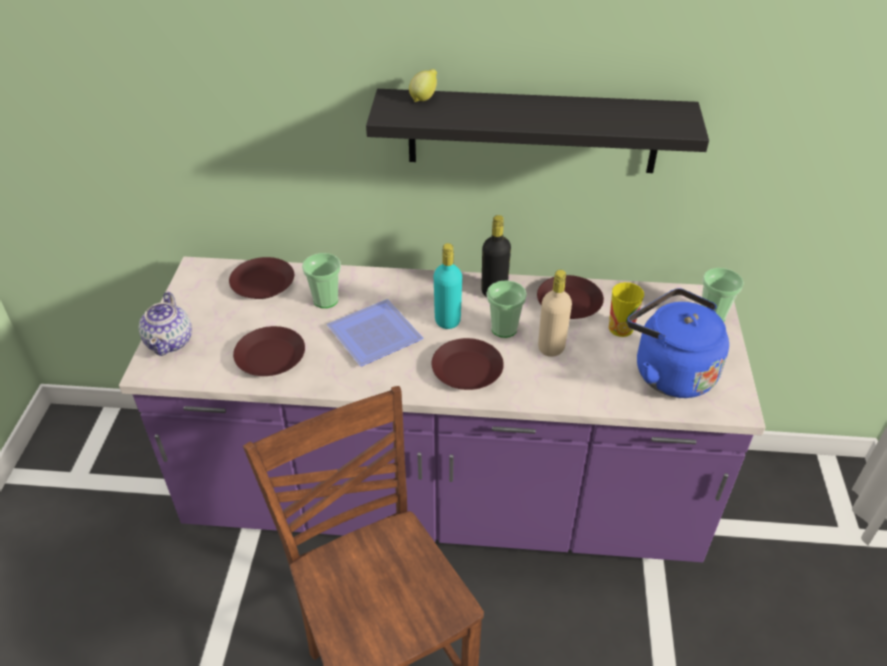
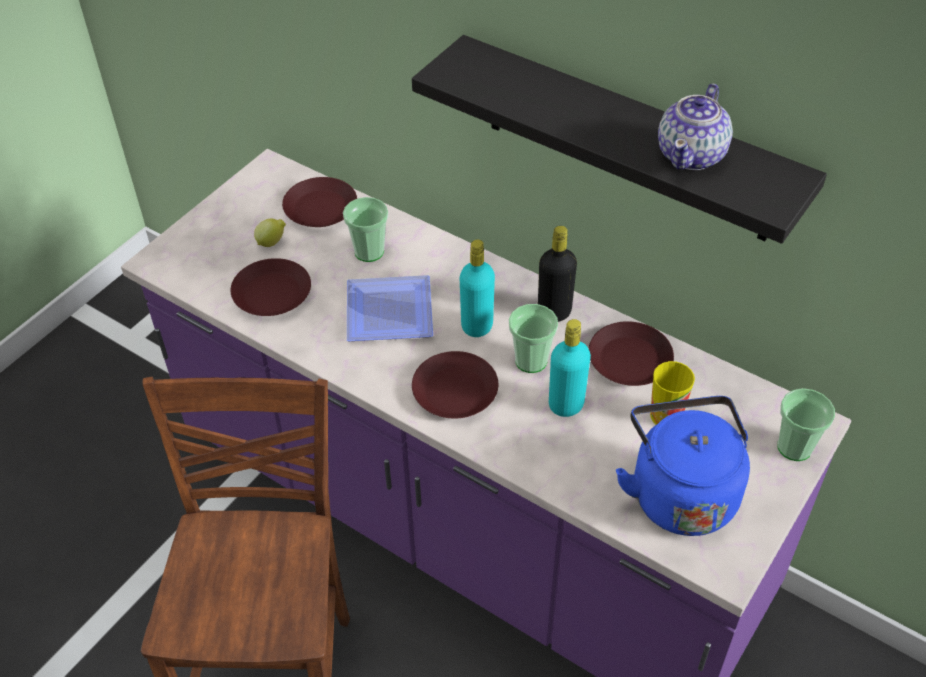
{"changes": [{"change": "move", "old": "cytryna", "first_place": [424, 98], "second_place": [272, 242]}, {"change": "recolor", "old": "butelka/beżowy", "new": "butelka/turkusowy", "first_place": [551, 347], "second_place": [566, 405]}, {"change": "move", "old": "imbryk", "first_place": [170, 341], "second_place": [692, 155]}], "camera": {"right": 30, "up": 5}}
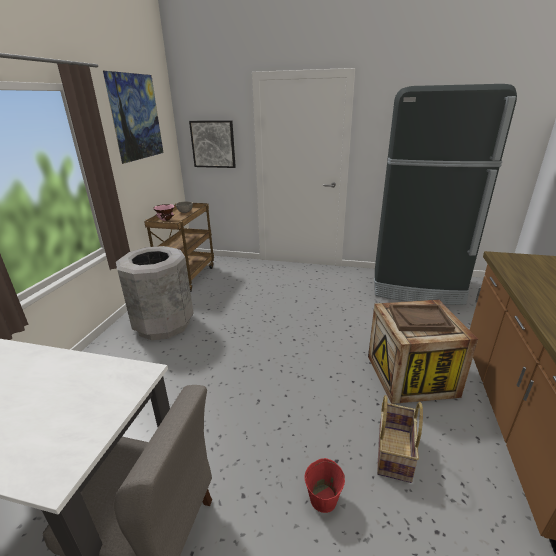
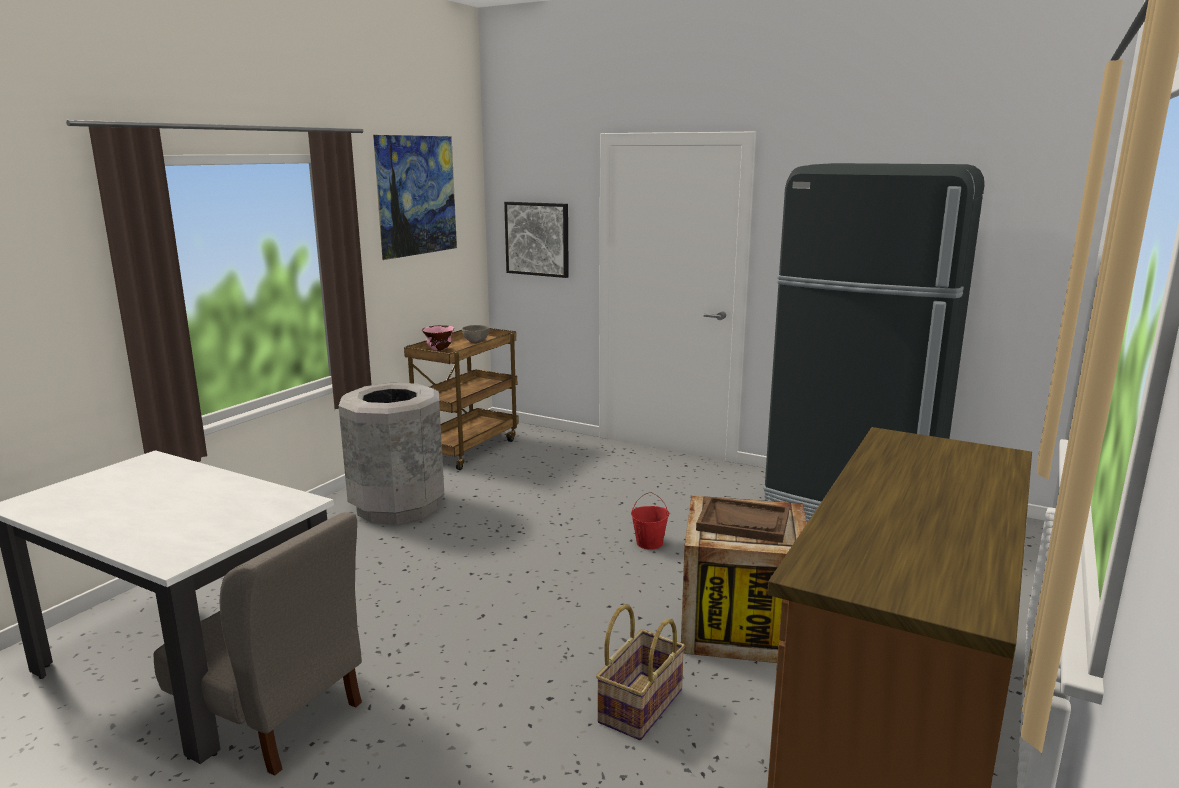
{"changes": [{"change": "move", "old": "wiadro/czerwony", "first_place": [323, 498], "second_place": [649, 543]}], "camera": {"right": 15, "up": -10}}
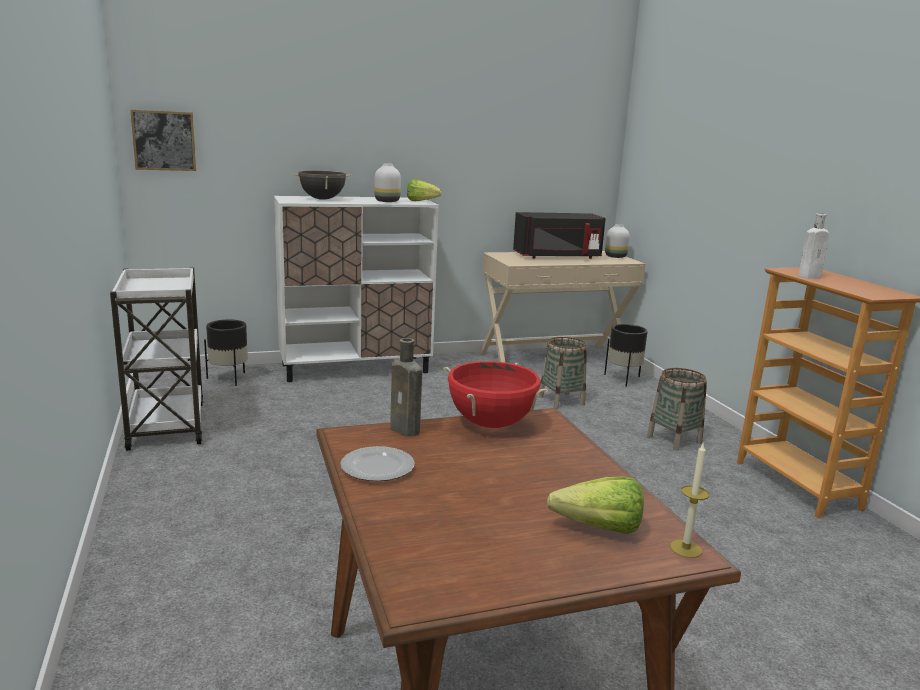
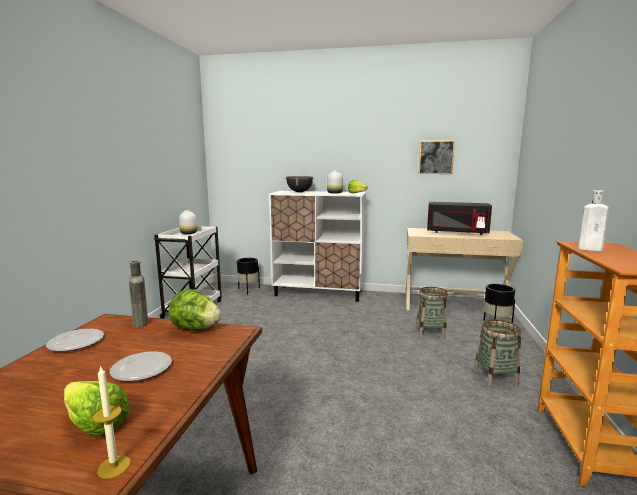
{"changes": [{"change": "move", "old": "obraz", "first_place": [164, 140], "second_place": [436, 157]}, {"change": "move", "old": "wazon/biały", "first_place": [615, 256], "second_place": [189, 233]}, {"change": "replace", "old": "garnek/czerwony", "new": "sałata", "first_place": [491, 424], "second_place": [195, 329]}, {"change": "insert", "new": "talerz", "second_place": [142, 369]}], "camera": {"right": 30, "up": -5}}
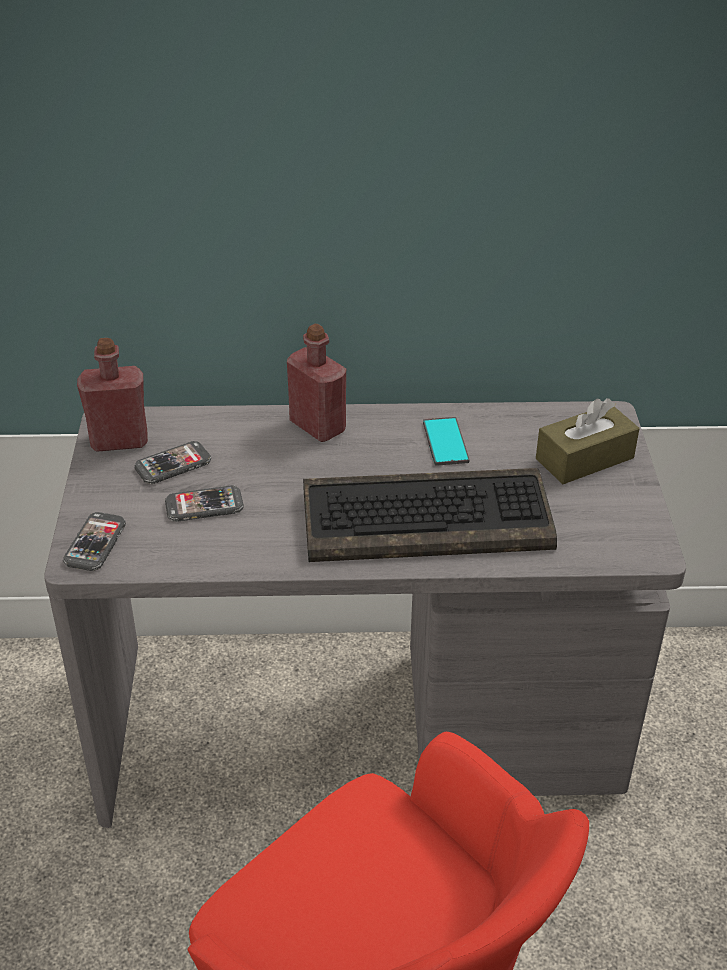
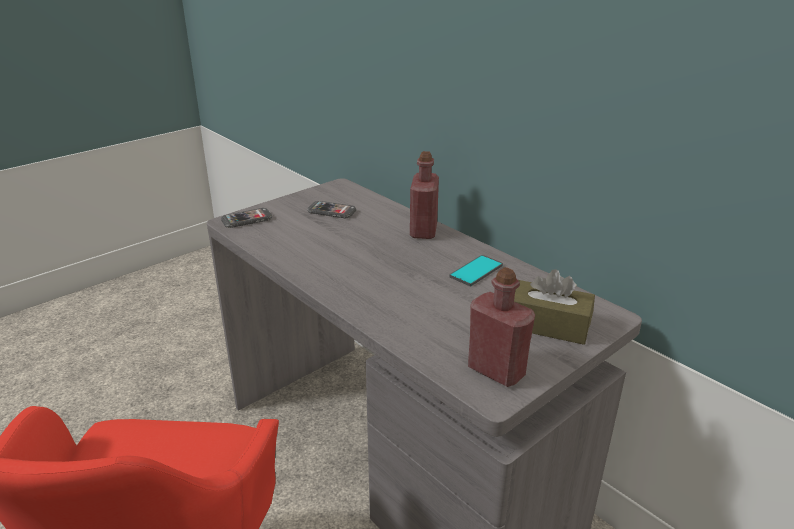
{"changes": [{"change": "move", "old": "butelka/czerwony", "first_place": [119, 441], "second_place": [496, 371]}, {"change": "delete", "old": "klawiatura", "first_place": [428, 518]}, {"change": "delete", "old": "telefon", "first_place": [204, 506]}], "camera": {"right": 50, "up": -10}}
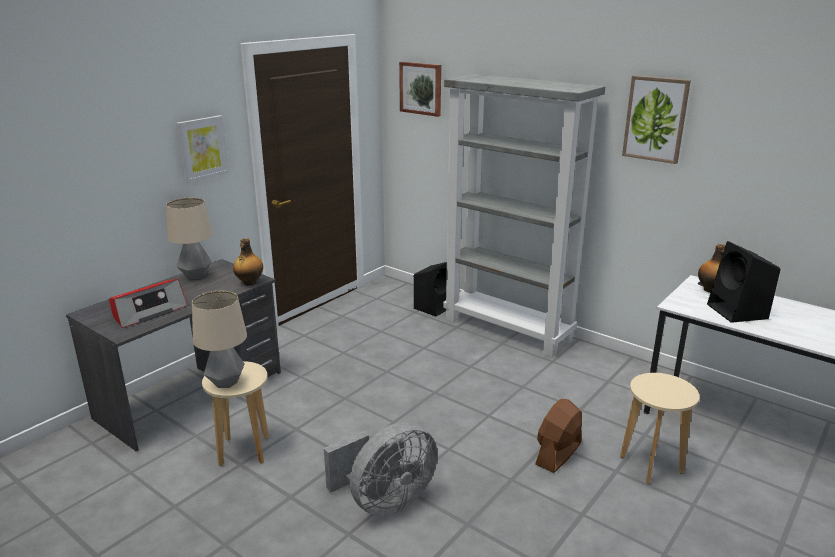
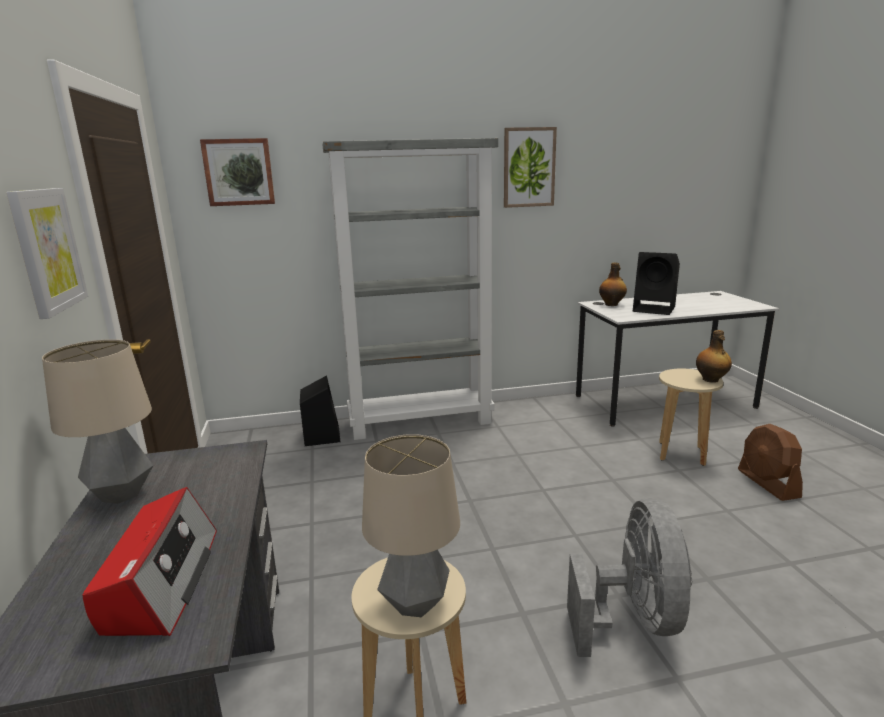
{"changes": [{"change": "move", "old": "butelka", "first_place": [249, 282], "second_place": [711, 380]}, {"change": "move", "old": "wentylator/brązowy", "first_place": [558, 454], "second_place": [768, 483]}], "camera": {"right": -50, "up": -5}}
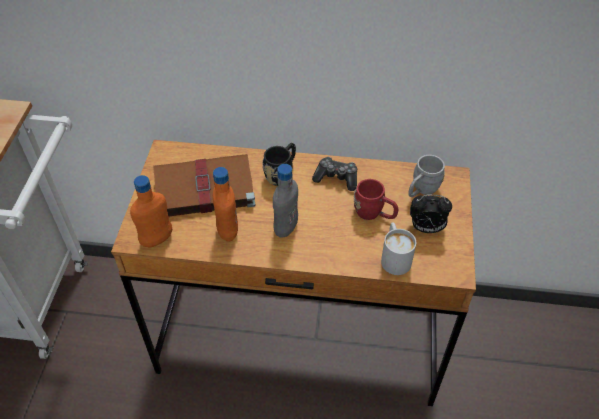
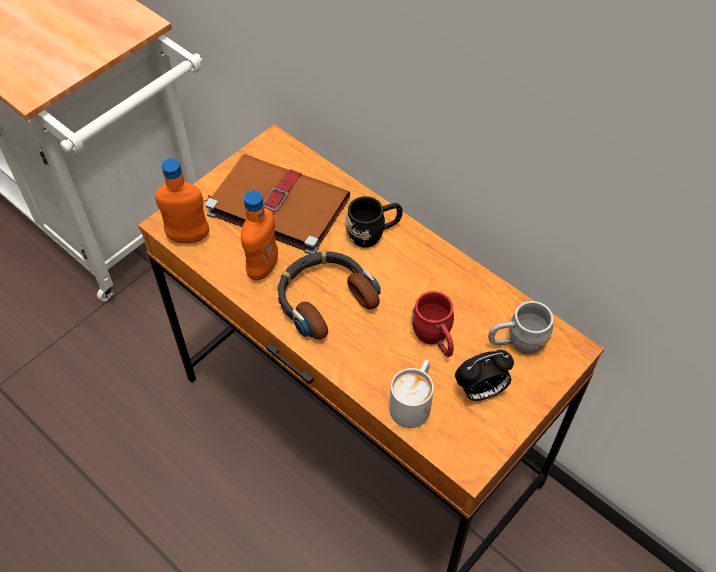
{"changes": [{"change": "delete", "old": "pad do gier", "first_place": [336, 178]}, {"change": "replace", "old": "butelka/szary", "new": "słuchawki", "first_place": [286, 228], "second_place": [325, 298]}, {"change": "rotate", "old": "budzik", "first_place": [426, 228], "second_place": [480, 391], "degrees": -60}], "camera": {"right": 35, "up": 5}}
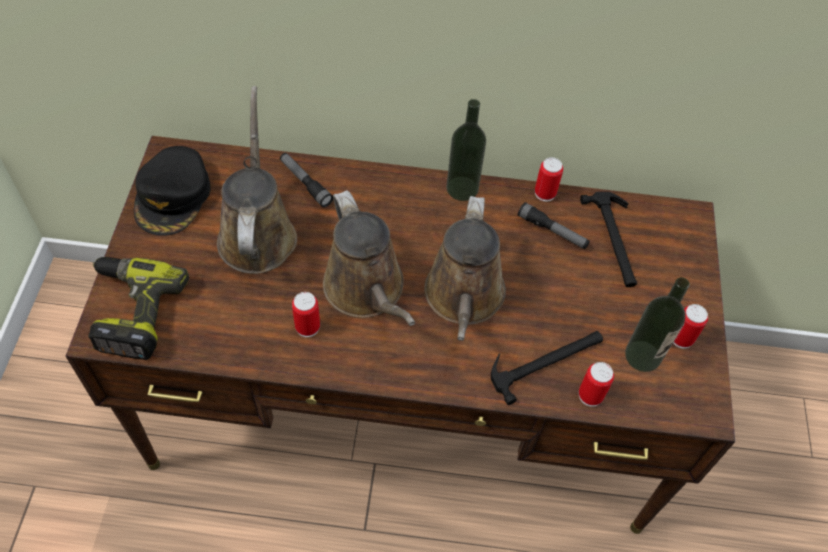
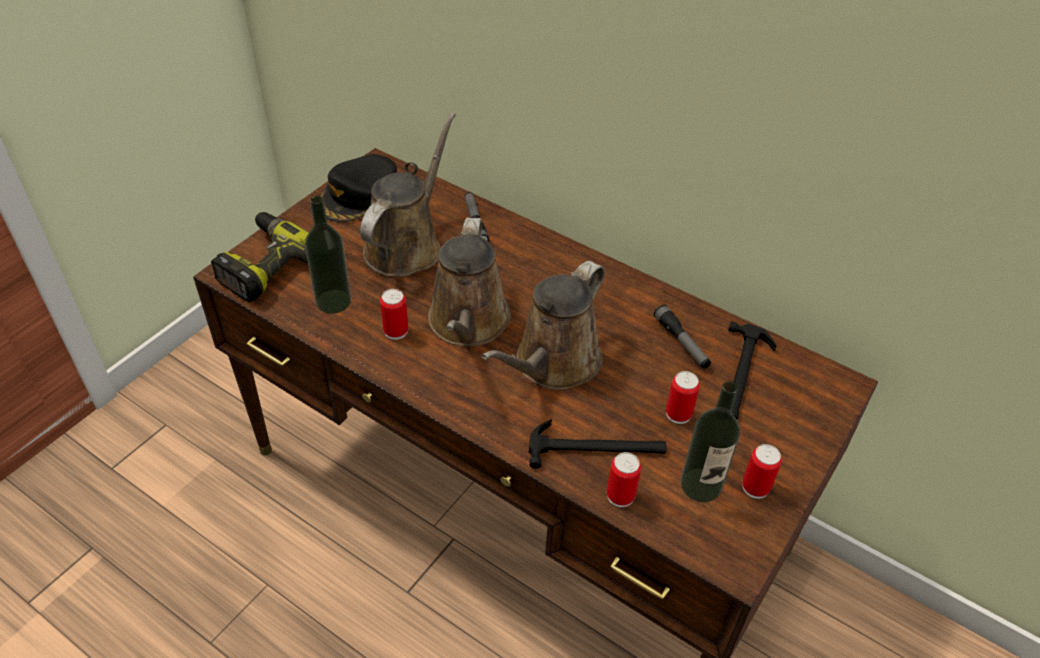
{"changes": [{"change": "move", "old": "butelka", "first_place": [462, 188], "second_place": [333, 301]}, {"change": "move", "old": "puszka", "first_place": [545, 193], "second_place": [678, 414]}], "camera": {"right": 30, "up": -10}}
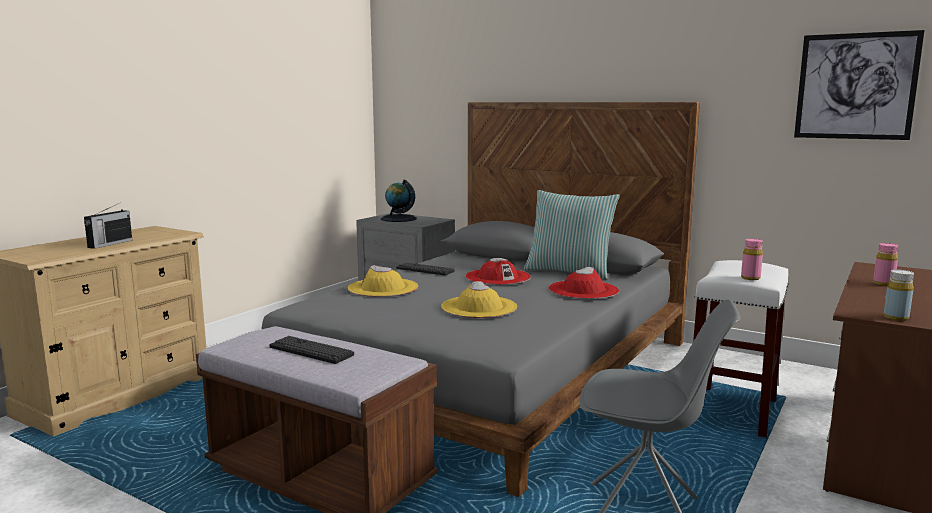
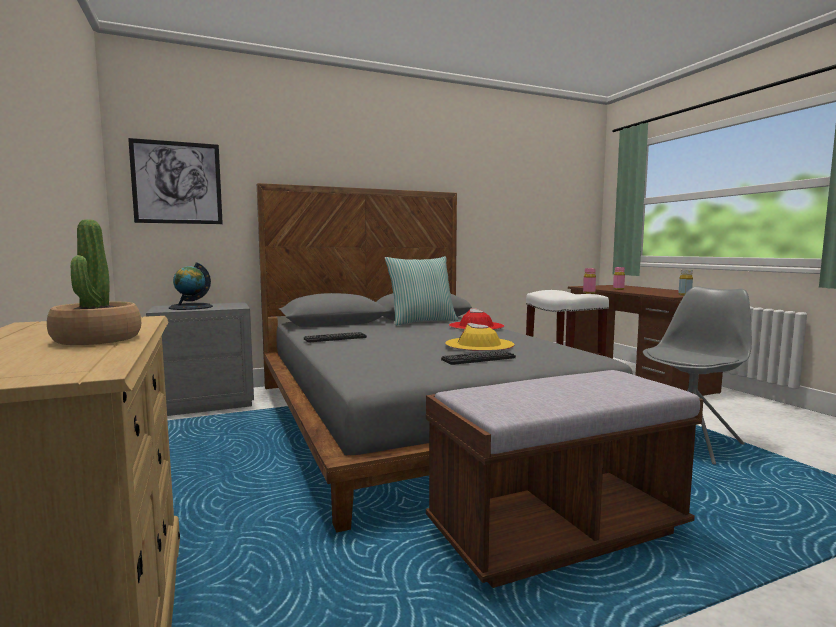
{"changes": [{"change": "move", "old": "obraz", "first_place": [855, 86], "second_place": [177, 183]}, {"change": "replace", "old": "radio", "new": "roślina doniczkowa", "first_place": [109, 244], "second_place": [97, 339]}, {"change": "delete", "old": "kapelusz/czerwony", "first_place": [498, 277]}, {"change": "delete", "old": "kapelusz/żółty", "first_place": [383, 288]}, {"change": "move", "old": "klawiatura", "first_place": [311, 351], "second_place": [478, 359]}], "camera": {"right": -55, "up": -5}}
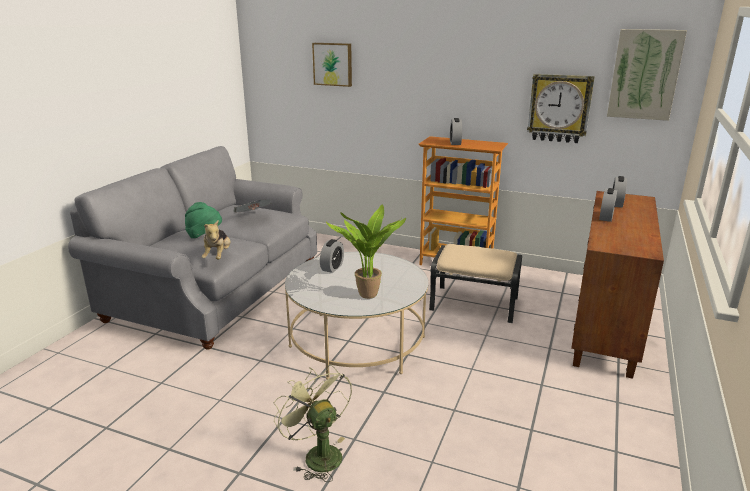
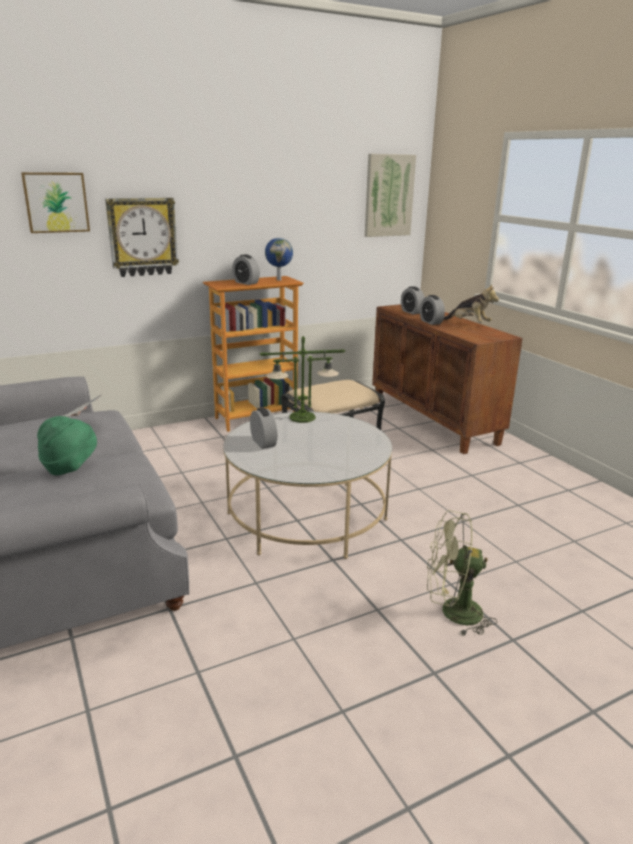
{"changes": [{"change": "move", "old": "zegar ścienny", "first_place": [559, 108], "second_place": [142, 237]}, {"change": "delete", "old": "roślina doniczkowa", "first_place": [370, 296]}, {"change": "move", "old": "pluszak", "first_place": [218, 256], "second_place": [469, 324]}, {"change": "insert", "new": "globus", "second_place": [279, 279]}, {"change": "insert", "new": "lampa stołowa", "second_place": [301, 417]}], "camera": {"right": -50, "up": 0}}
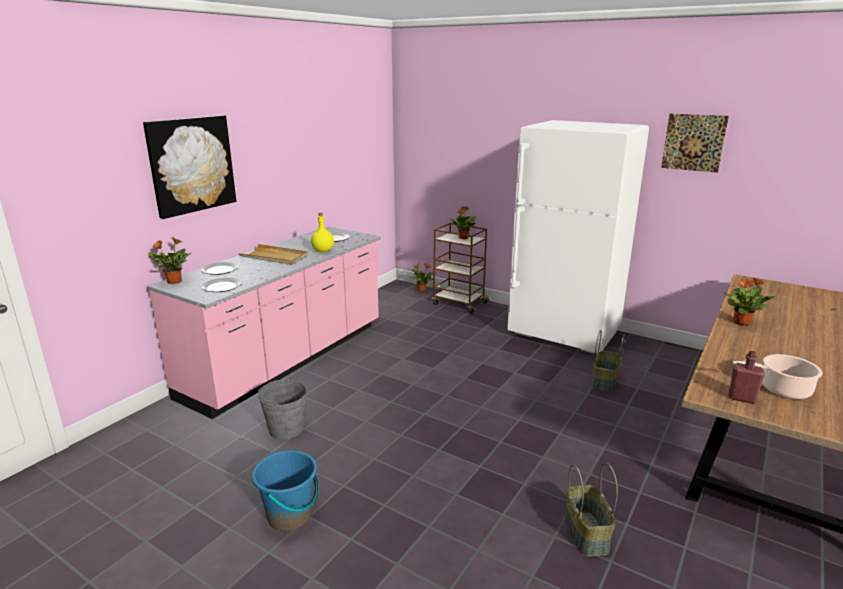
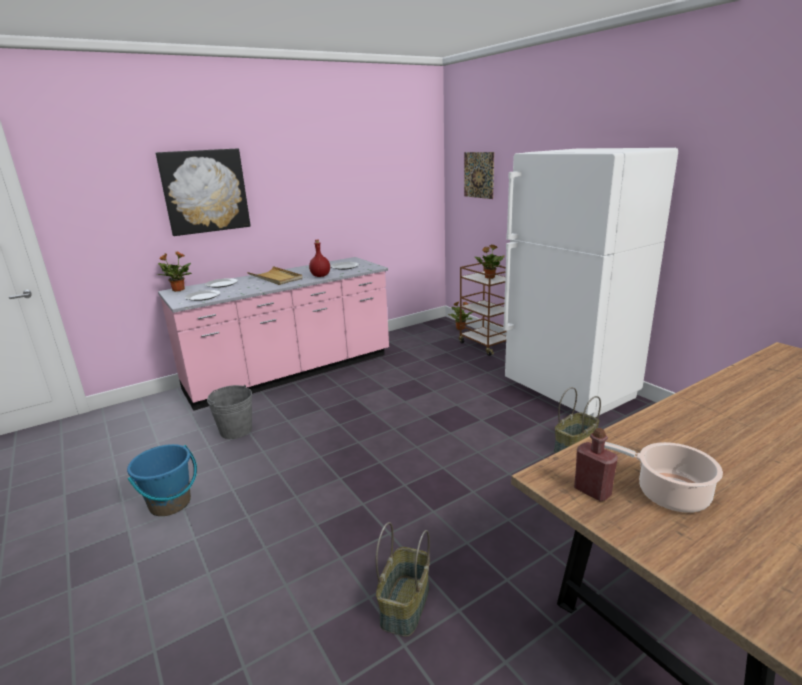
{"changes": [{"change": "move", "old": "obraz", "first_place": [693, 142], "second_place": [478, 175]}, {"change": "recolor", "old": "butelka/żółty", "new": "butelka/czerwony", "first_place": [323, 251], "second_place": [320, 276]}, {"change": "delete", "old": "roślina doniczkowa", "first_place": [741, 323]}], "camera": {"right": 25, "up": 0}}
